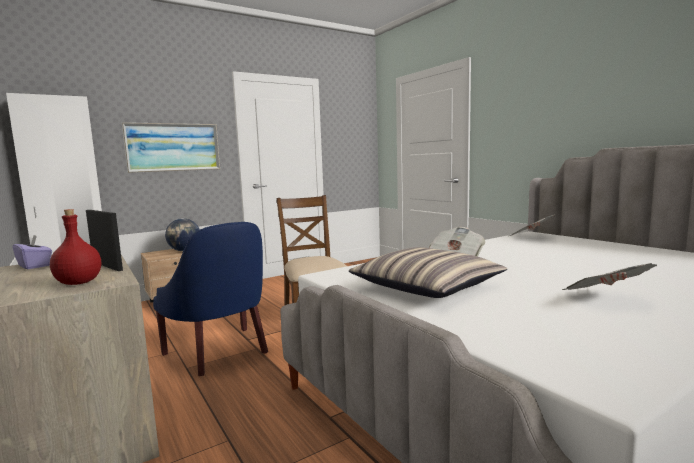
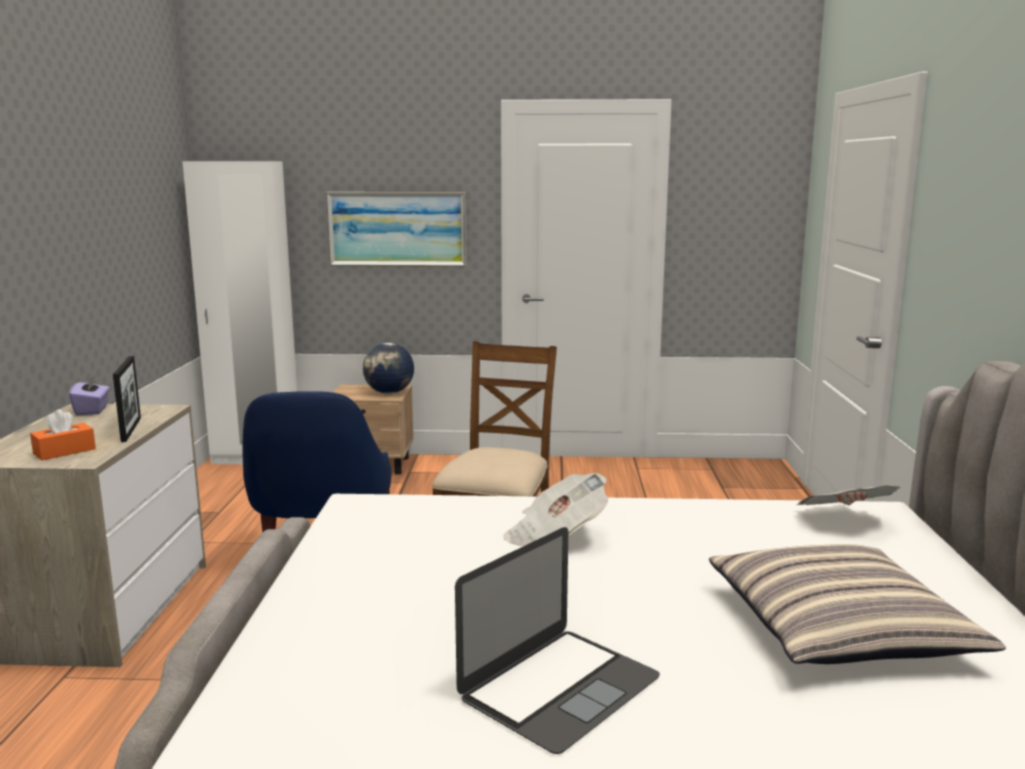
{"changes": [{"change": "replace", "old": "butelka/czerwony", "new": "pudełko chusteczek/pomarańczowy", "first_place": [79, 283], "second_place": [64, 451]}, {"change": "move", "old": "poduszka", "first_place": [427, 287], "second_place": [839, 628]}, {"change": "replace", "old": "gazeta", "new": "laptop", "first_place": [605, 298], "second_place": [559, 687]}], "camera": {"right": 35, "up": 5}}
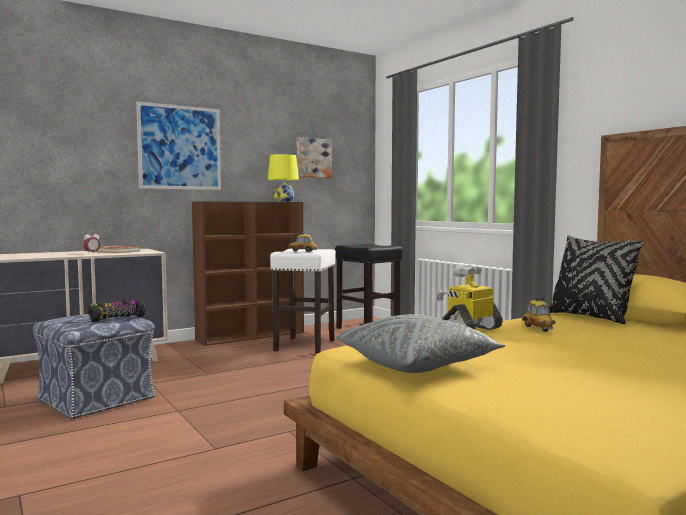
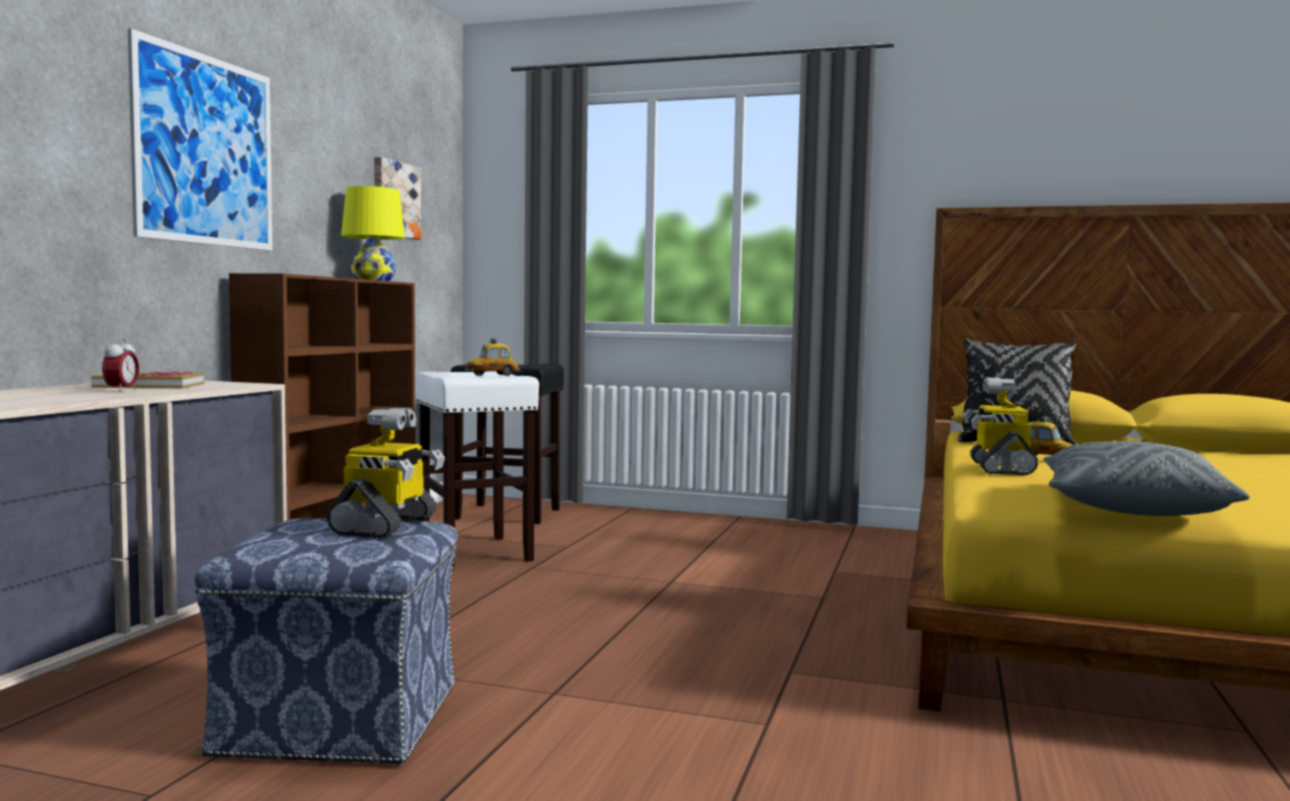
{"changes": [{"change": "replace", "old": "samochodzik", "new": "robot zabawkowy", "first_place": [115, 317], "second_place": [386, 525]}], "camera": {"right": -40, "up": 0}}
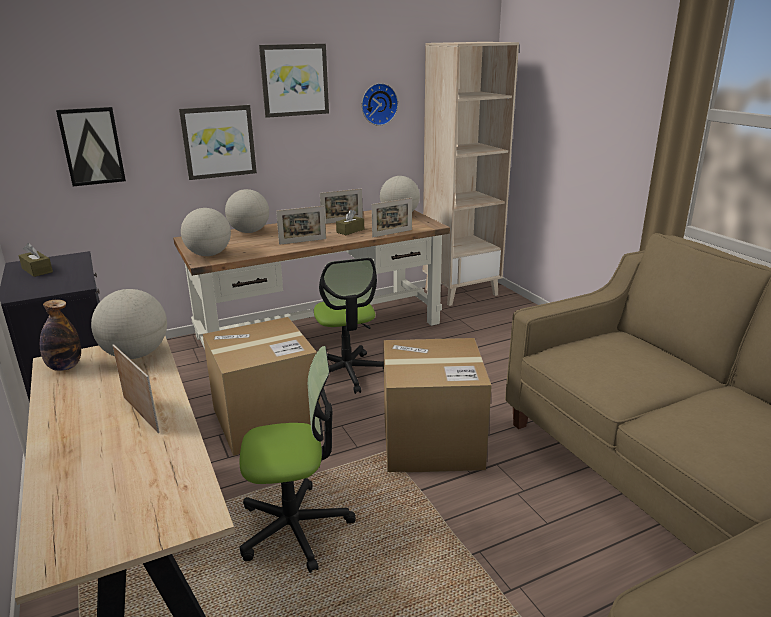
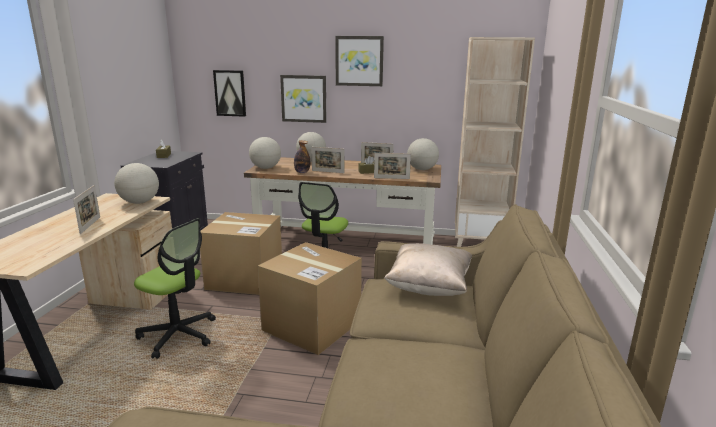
{"changes": [{"change": "delete", "old": "zegar ścienny", "first_place": [378, 104]}, {"change": "move", "old": "butelka", "first_place": [65, 367], "second_place": [302, 172]}, {"change": "insert", "new": "poduszka/beżowy", "second_place": [429, 287]}], "camera": {"right": 35, "up": -5}}
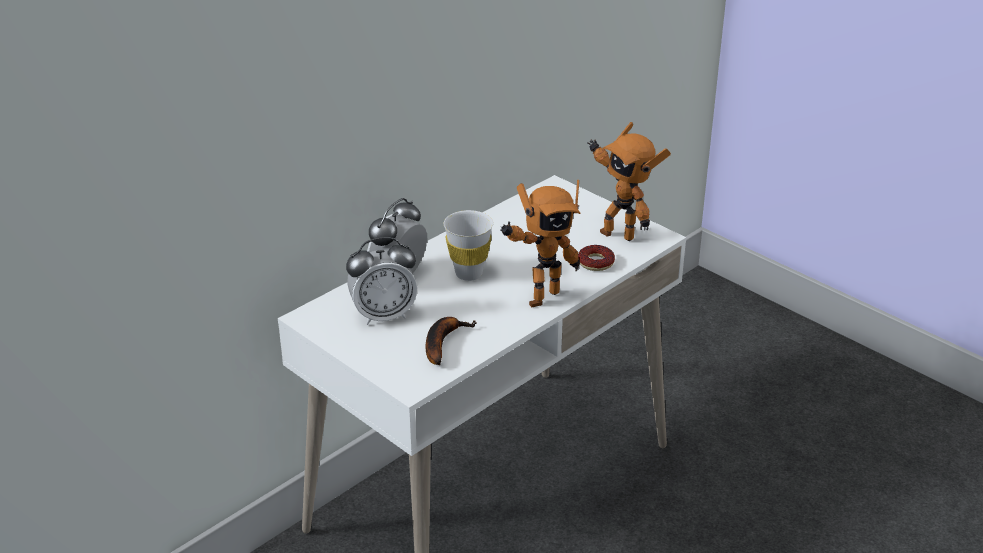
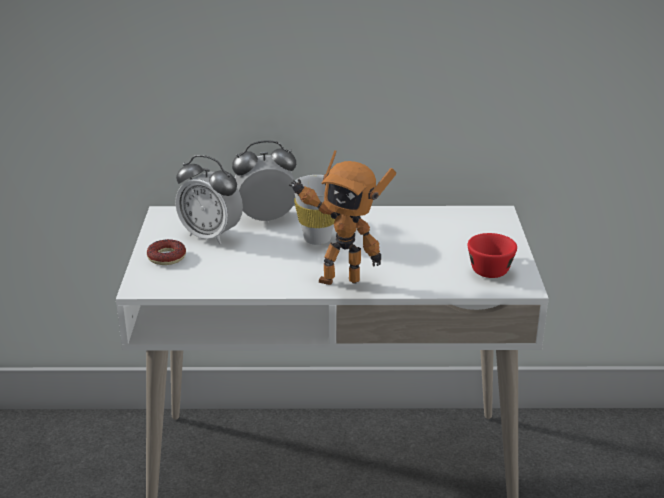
{"changes": [{"change": "replace", "old": "robot zabawkowy", "new": "filiżanka/czerwony", "first_place": [619, 233], "second_place": [489, 267]}, {"change": "move", "old": "donut", "first_place": [595, 262], "second_place": [166, 257]}, {"change": "delete", "old": "banan", "first_place": [443, 342]}], "camera": {"right": 45, "up": -5}}
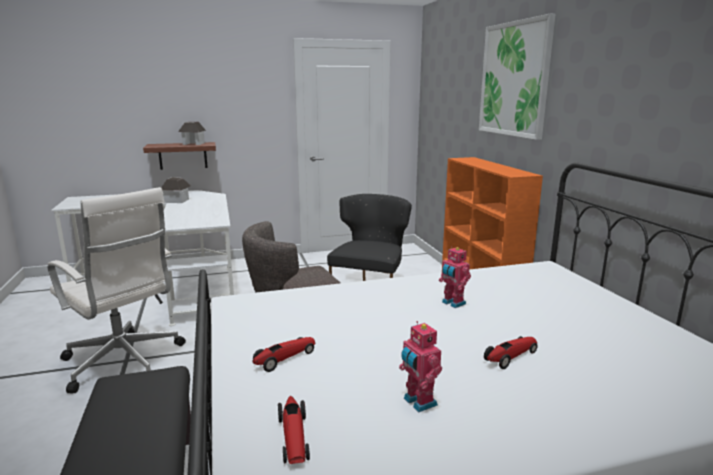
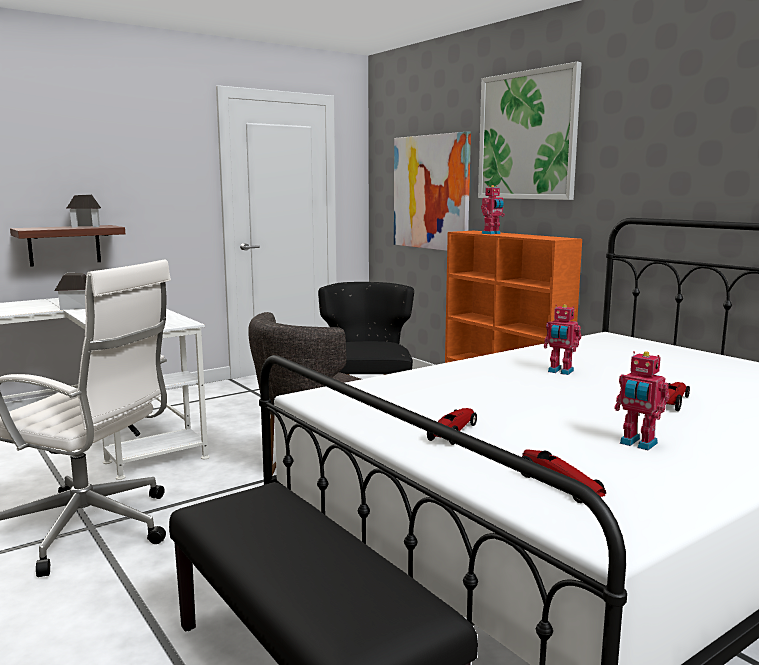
{"changes": [{"change": "insert", "new": "obraz", "second_place": [431, 192]}, {"change": "insert", "new": "robot zabawkowy", "second_place": [492, 233]}], "camera": {"right": -20, "up": -5}}
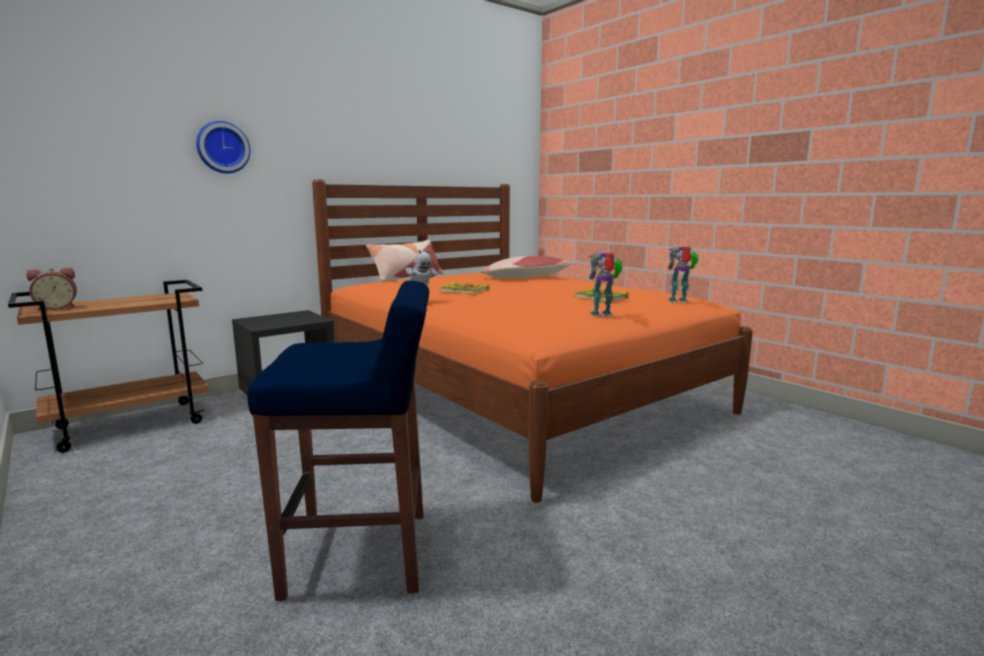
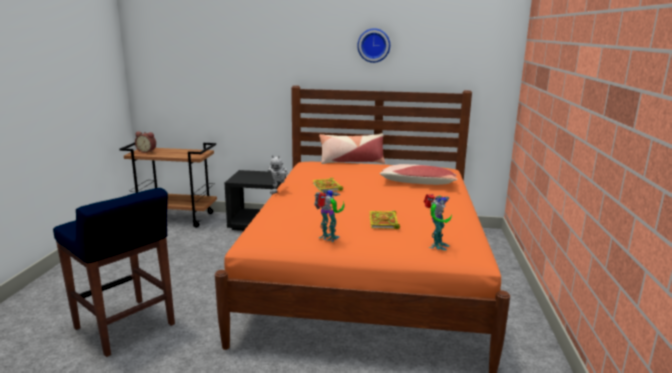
{"changes": [{"change": "move", "old": "zegar ścienny", "first_place": [222, 147], "second_place": [374, 45]}, {"change": "rotate", "old": "robot zabawkowy", "first_place": [679, 301], "second_place": [436, 245], "degrees": 75}], "camera": {"right": 45, "up": 5}}
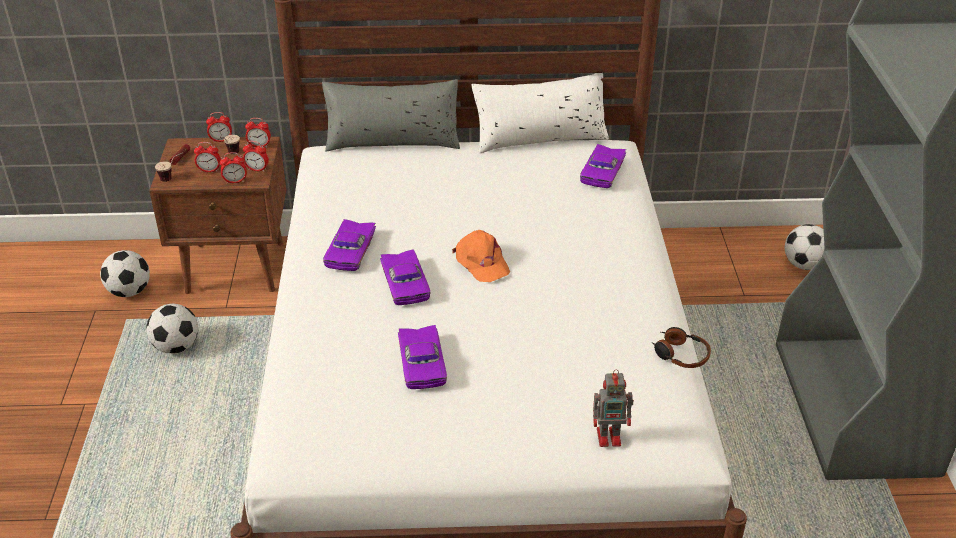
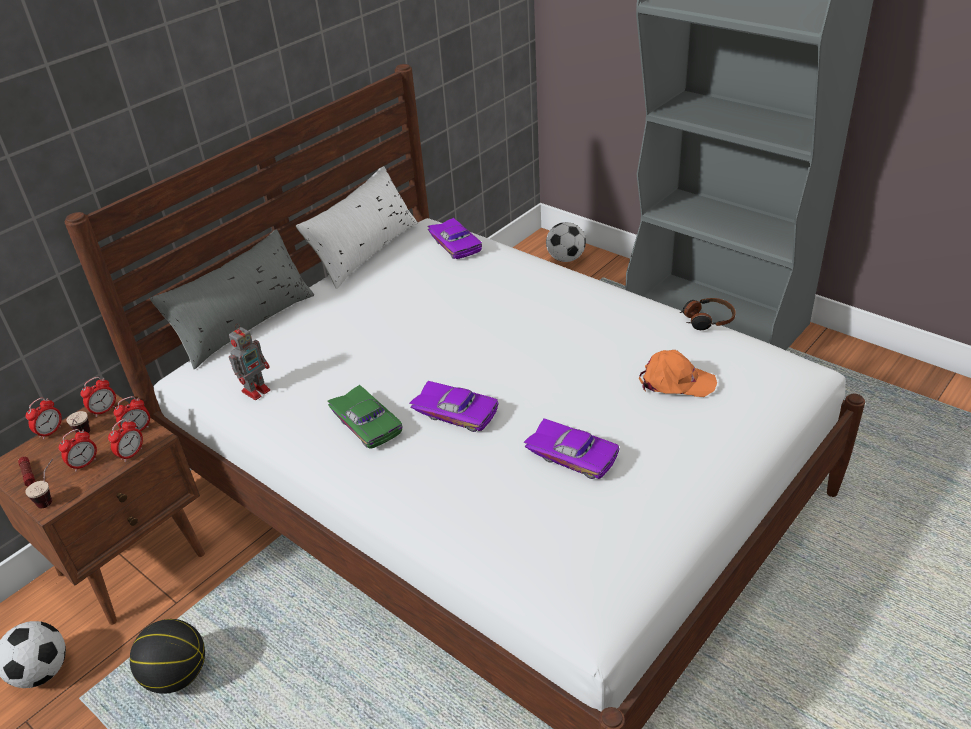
{"changes": [{"change": "recolor", "old": "samochodzik/fioletowy", "new": "samochodzik/zielony", "first_place": [353, 251], "second_place": [368, 422]}, {"change": "move", "old": "czapka z daszkiem/pomarańczowy", "first_place": [481, 262], "second_place": [675, 382]}, {"change": "replace", "old": "piłka futbolowa", "new": "piłka do koszykówki", "first_place": [176, 347], "second_place": [177, 675]}, {"change": "move", "old": "robot zabawkowy", "first_place": [610, 437], "second_place": [257, 390]}], "camera": {"right": -45, "up": 0}}
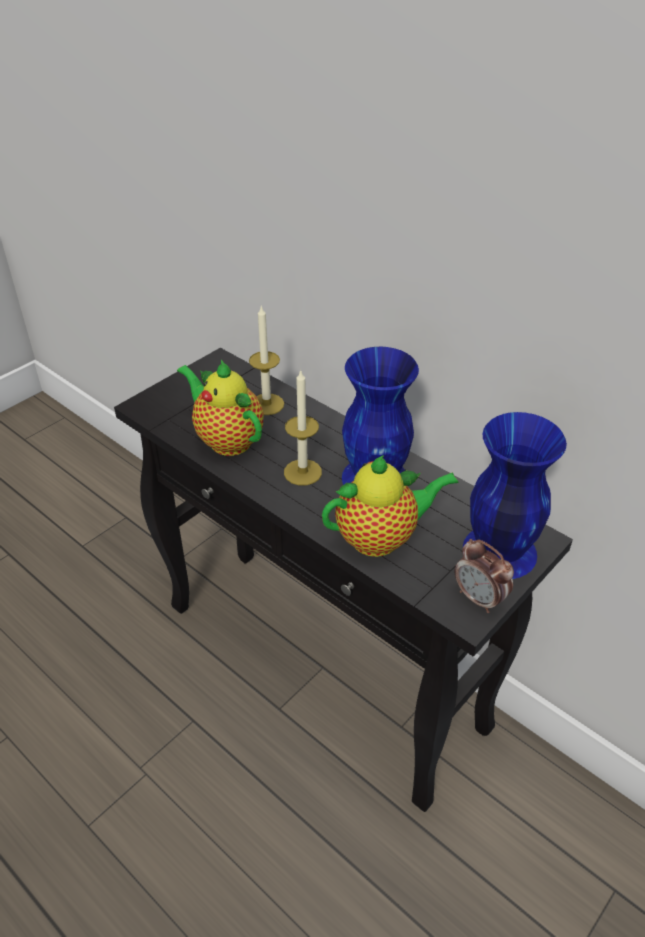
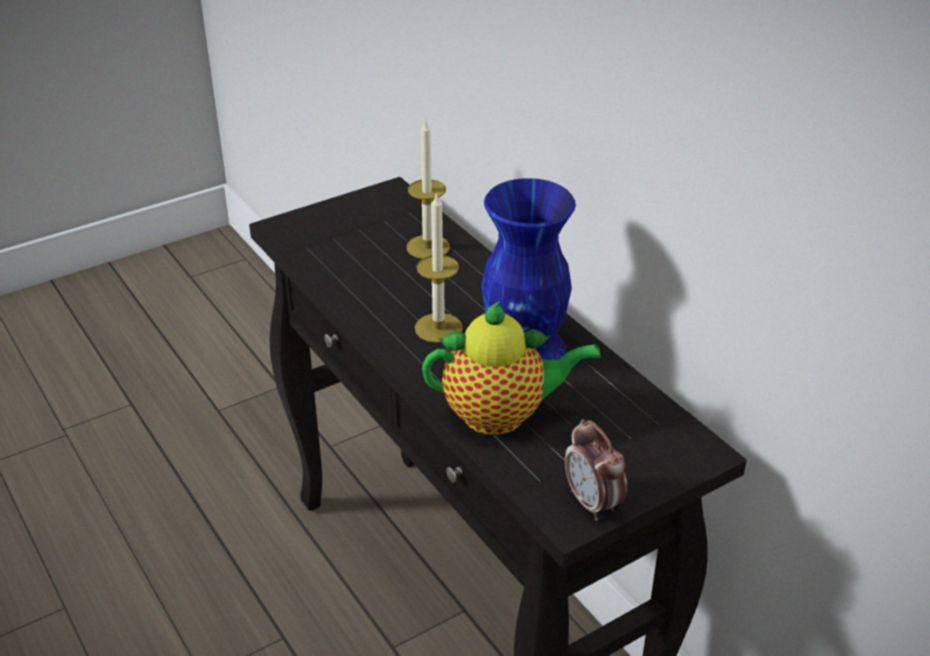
{"changes": [{"change": "delete", "old": "imbryk", "first_place": [227, 439]}, {"change": "delete", "old": "wazon/niebieski", "first_place": [498, 550]}], "camera": {"right": 15, "up": -5}}
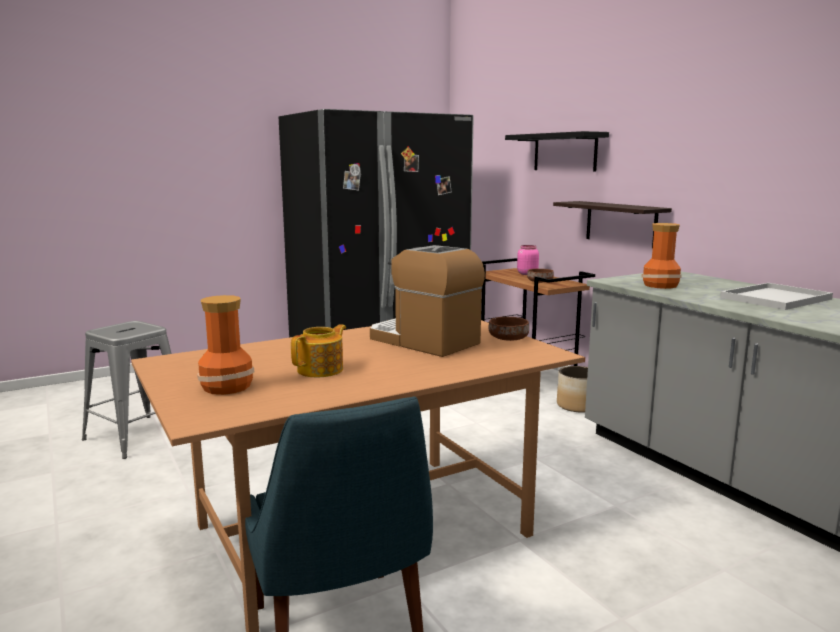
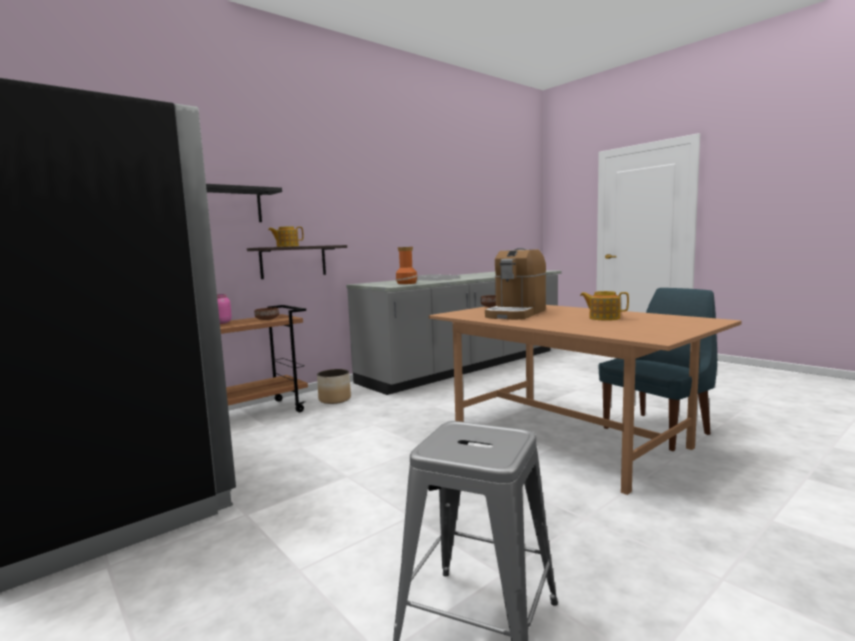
{"changes": [{"change": "delete", "old": "wazon", "first_place": [227, 387]}, {"change": "insert", "new": "imbryk", "second_place": [287, 246]}], "camera": {"right": -100, "up": -5}}
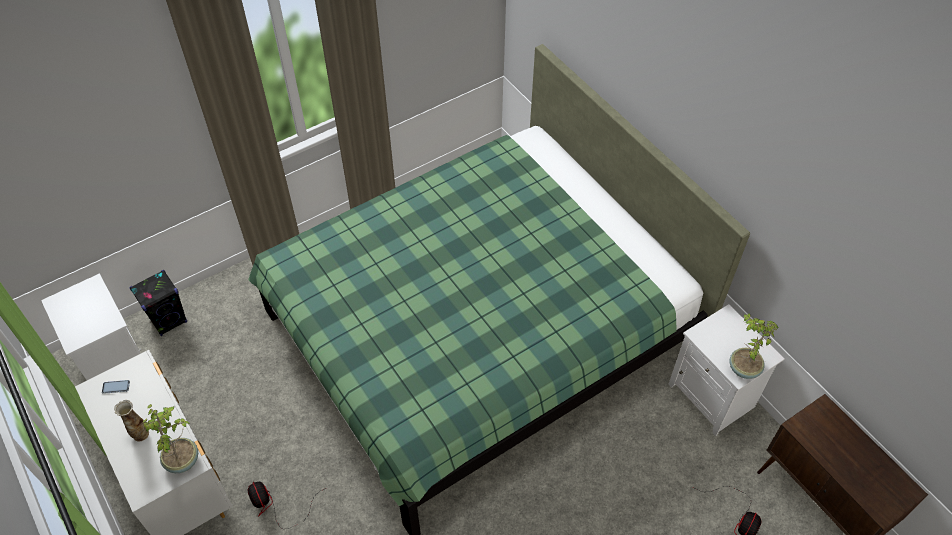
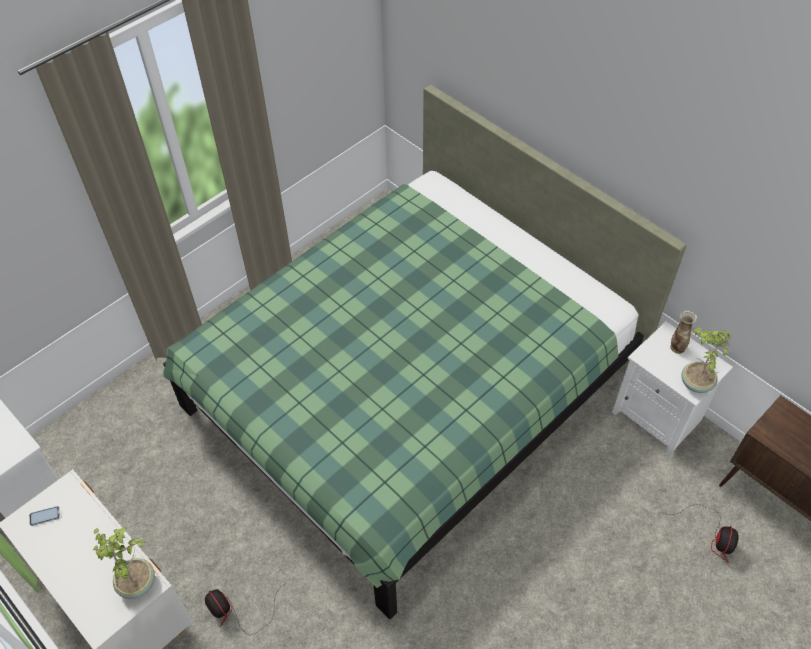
{"changes": [{"change": "delete", "old": "głośnik/czarny", "first_place": [169, 320]}, {"change": "move", "old": "wazon", "first_place": [140, 433], "second_place": [677, 347]}], "camera": {"right": -10, "up": 0}}
